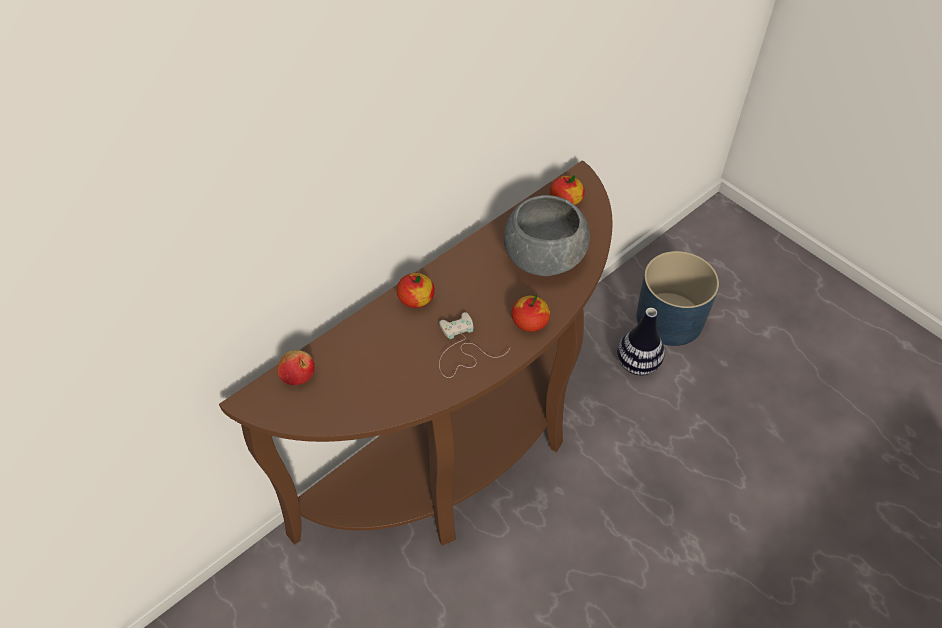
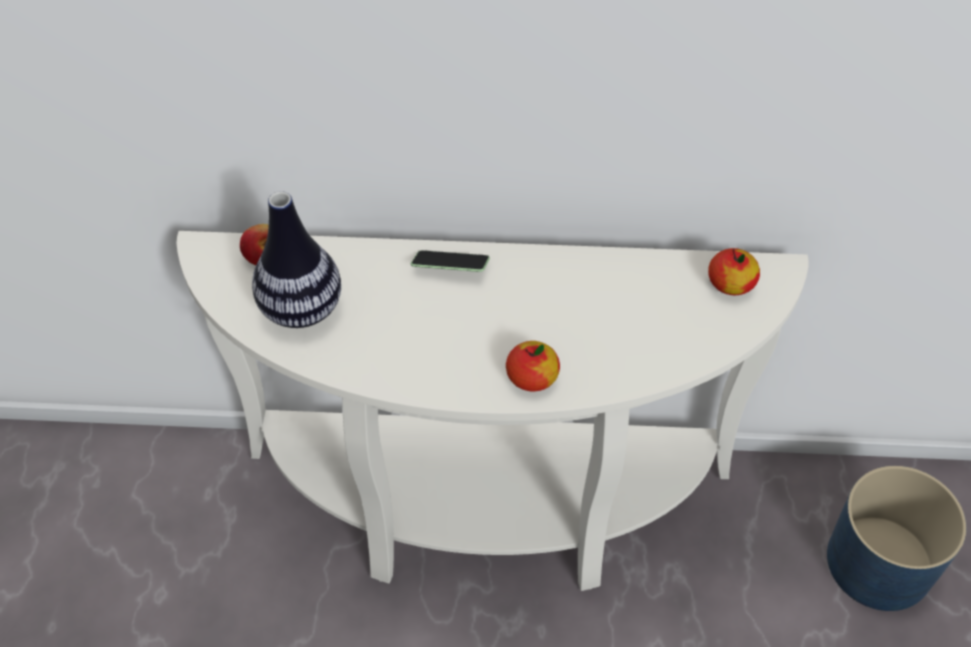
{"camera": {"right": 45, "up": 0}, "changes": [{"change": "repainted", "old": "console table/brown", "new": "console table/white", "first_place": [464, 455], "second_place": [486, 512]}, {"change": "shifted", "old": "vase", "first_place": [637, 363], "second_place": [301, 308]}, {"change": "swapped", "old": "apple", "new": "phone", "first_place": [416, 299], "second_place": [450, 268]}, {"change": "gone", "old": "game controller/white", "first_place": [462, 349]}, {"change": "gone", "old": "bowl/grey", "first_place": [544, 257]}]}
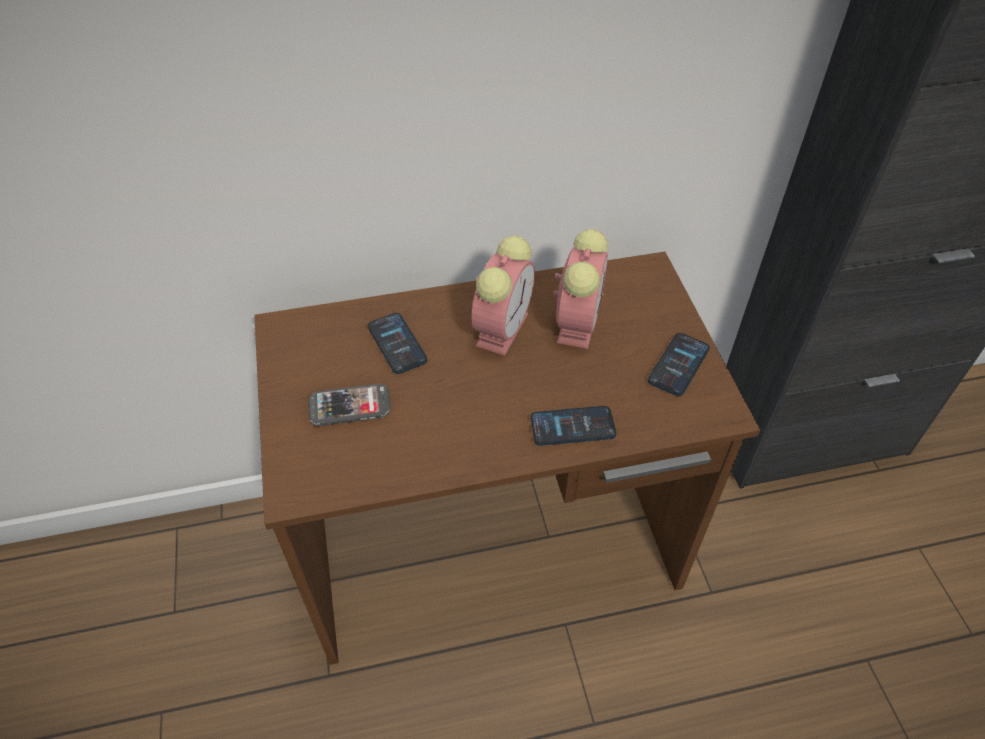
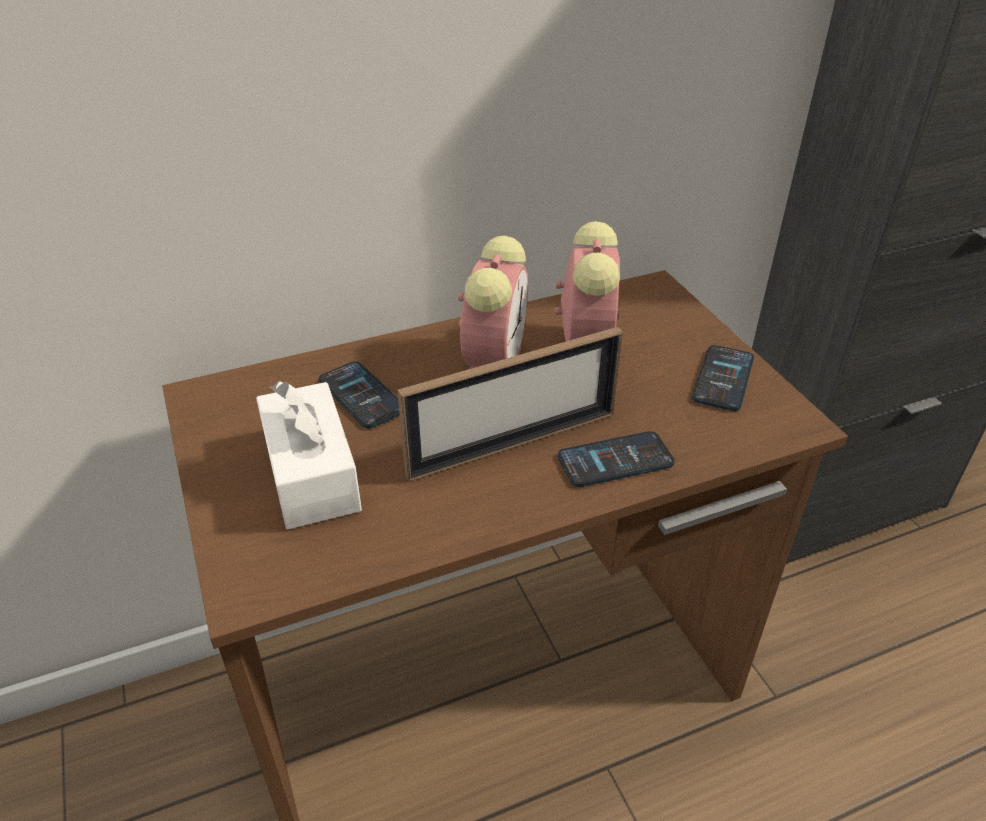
{"camera": {"right": -10, "up": -10}, "changes": [{"change": "swapped", "old": "phone", "new": "tissue box/white", "first_place": [350, 406], "second_place": [311, 474]}, {"change": "new", "new": "picture frame", "second_place": [513, 444]}]}
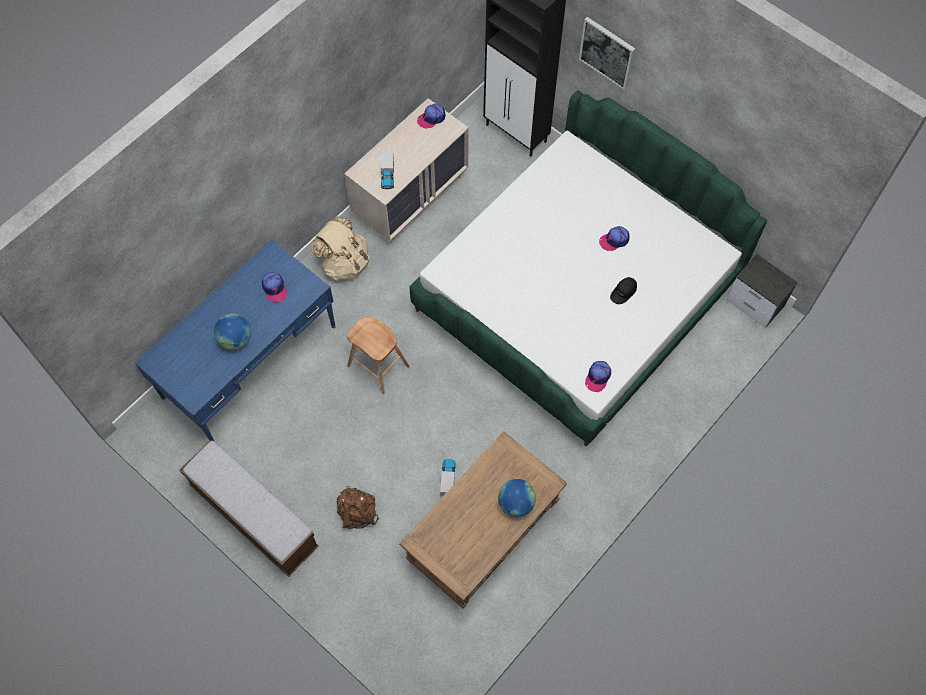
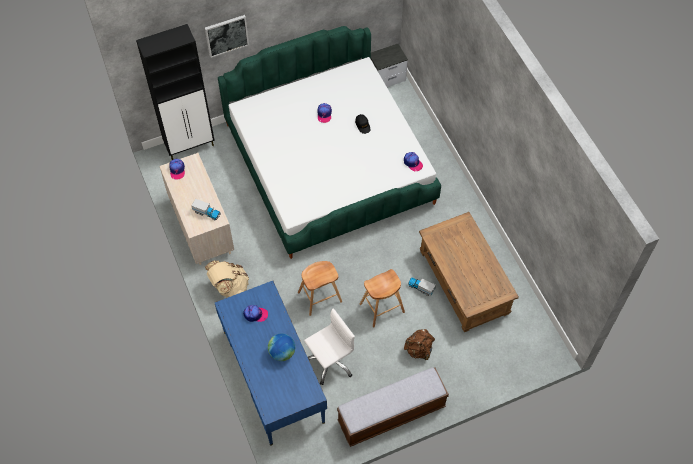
{"camera": {"right": -65, "up": -5}, "changes": [{"change": "new", "new": "office chair/white", "second_place": [330, 361]}, {"change": "new", "new": "stool/brown", "second_place": [382, 308]}, {"change": "gone", "old": "globe", "first_place": [515, 503]}]}
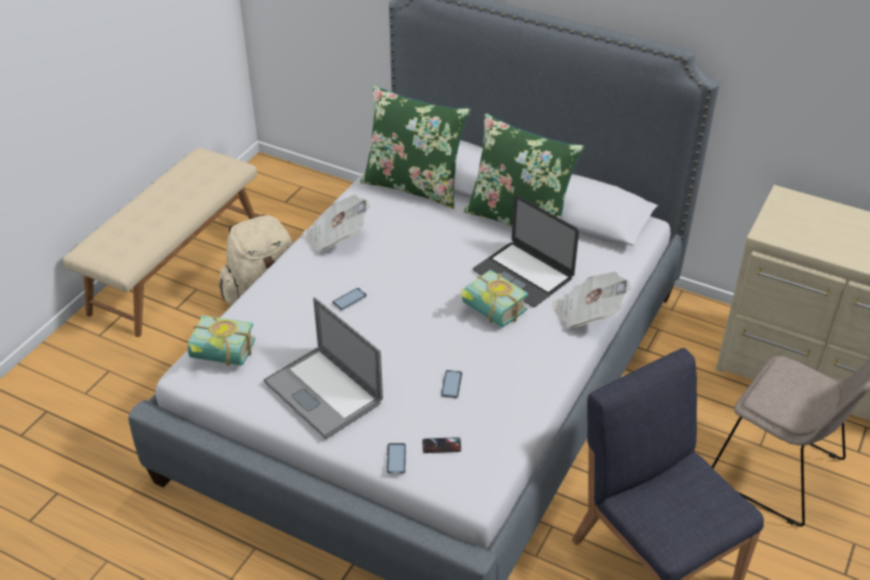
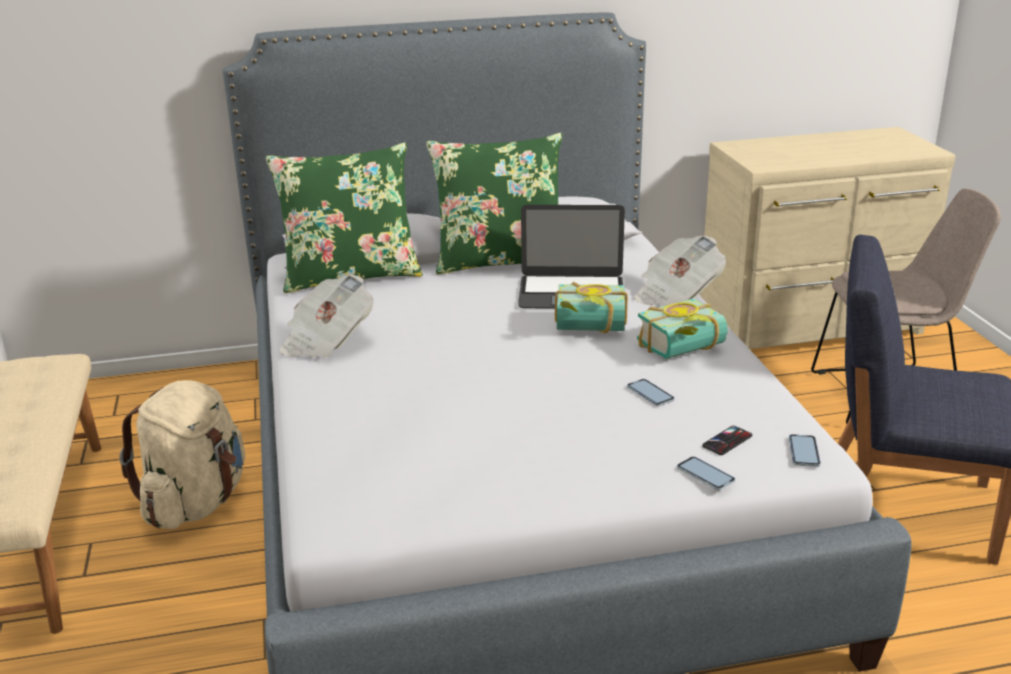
{"camera": {"right": -40, "up": -15}, "changes": [{"change": "shifted", "old": "book", "first_place": [220, 357], "second_place": [685, 350]}, {"change": "shifted", "old": "phone", "first_place": [349, 300], "second_place": [804, 452]}, {"change": "gone", "old": "laptop", "first_place": [323, 392]}]}
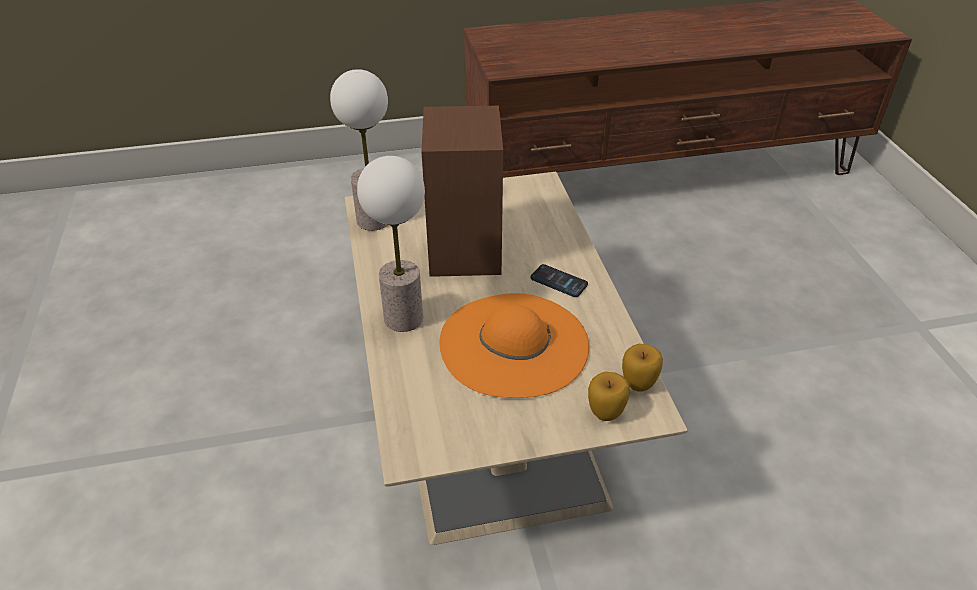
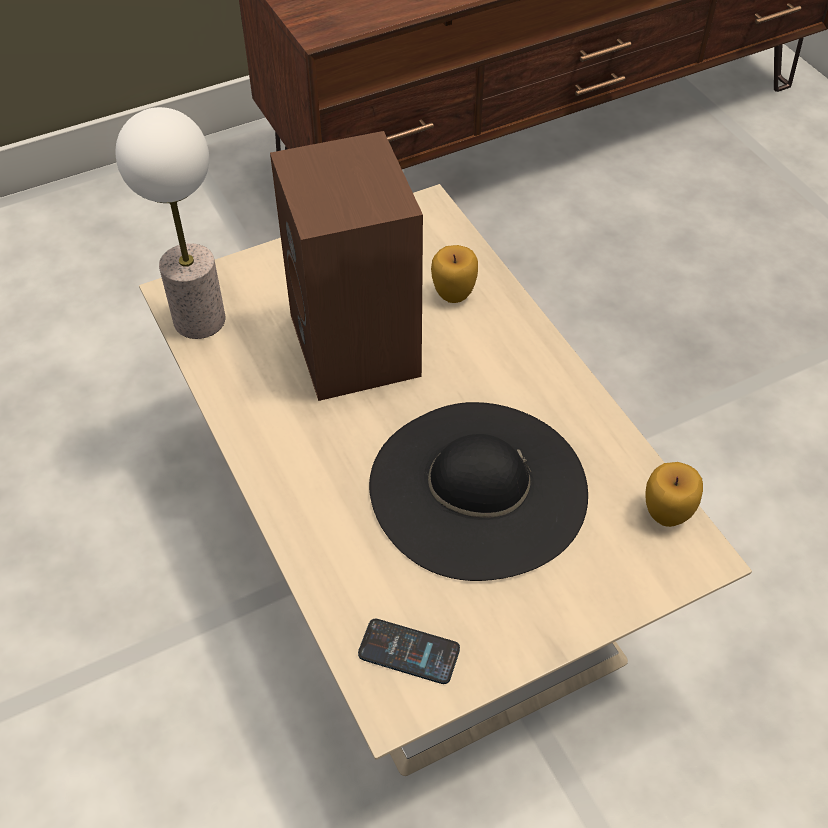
{"camera": {"right": -15, "up": 10}, "changes": [{"change": "shifted", "old": "phone", "first_place": [559, 281], "second_place": [409, 652]}, {"change": "repainted", "old": "hat/orange", "new": "hat/black", "first_place": [513, 344], "second_place": [478, 488]}, {"change": "shifted", "old": "apple", "first_place": [605, 412], "second_place": [453, 293]}, {"change": "gone", "old": "table lamp", "first_place": [403, 318]}]}
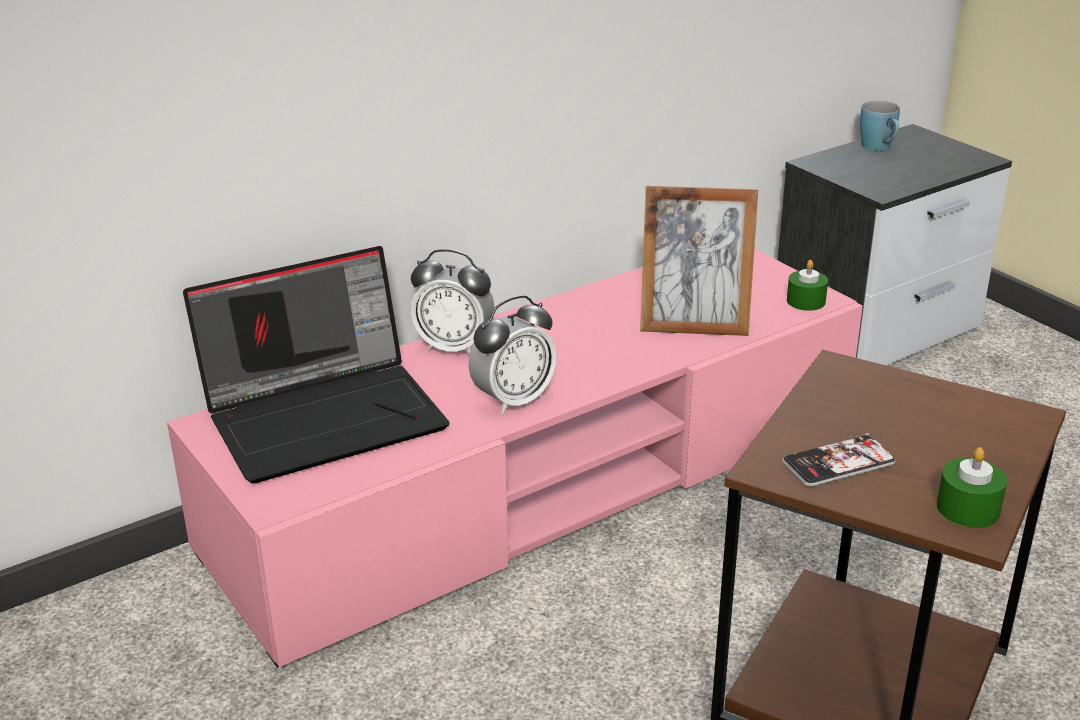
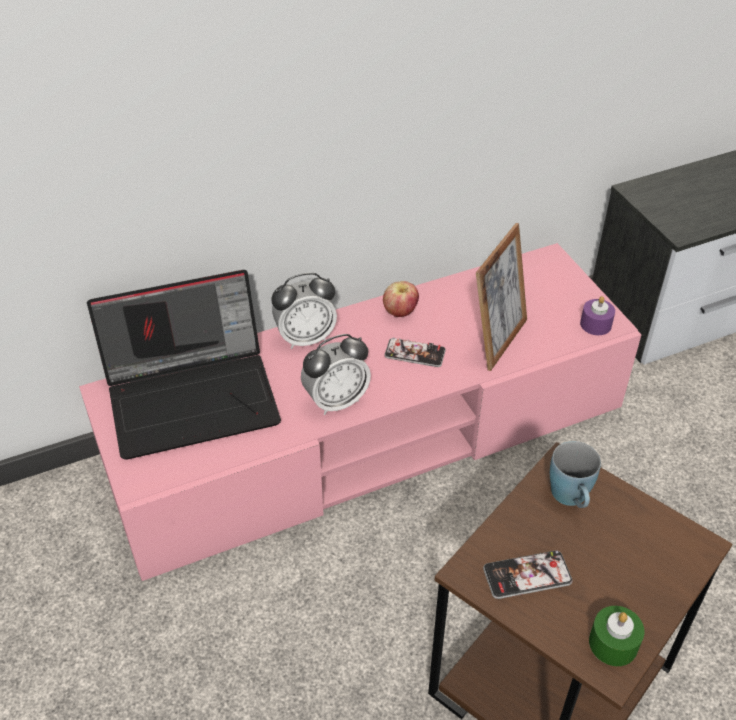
{"camera": {"right": 10, "up": 15}, "changes": [{"change": "rotated", "old": "alarm clock", "first_place": [454, 347], "second_place": [305, 338], "degrees": -45}, {"change": "new", "new": "apple", "second_place": [400, 312]}, {"change": "new", "new": "phone", "second_place": [415, 353]}, {"change": "rotated", "old": "picture frame", "first_place": [694, 326], "second_place": [497, 340], "degrees": -75}, {"change": "shifted", "old": "mug/blue", "first_place": [879, 148], "second_place": [571, 499]}, {"change": "repainted", "old": "candle/green", "new": "candle/purple", "first_place": [806, 301], "second_place": [595, 324]}]}
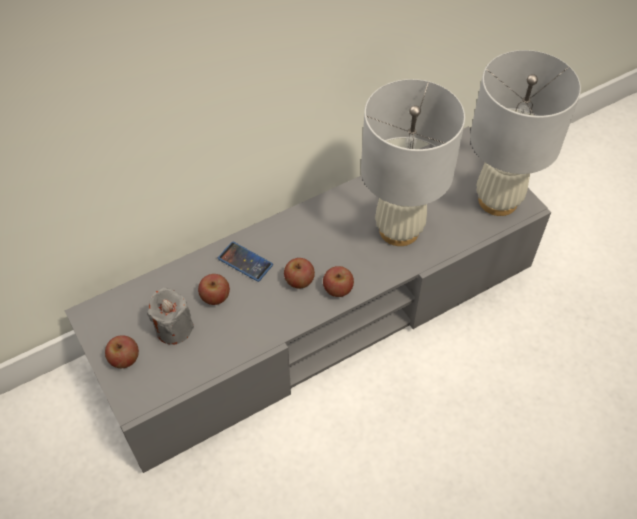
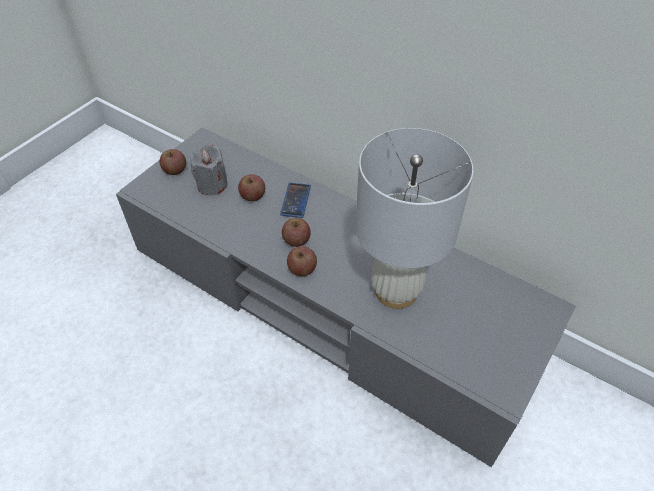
{"camera": {"right": 65, "up": -5}, "changes": [{"change": "gone", "old": "table lamp/white", "first_place": [497, 201]}]}
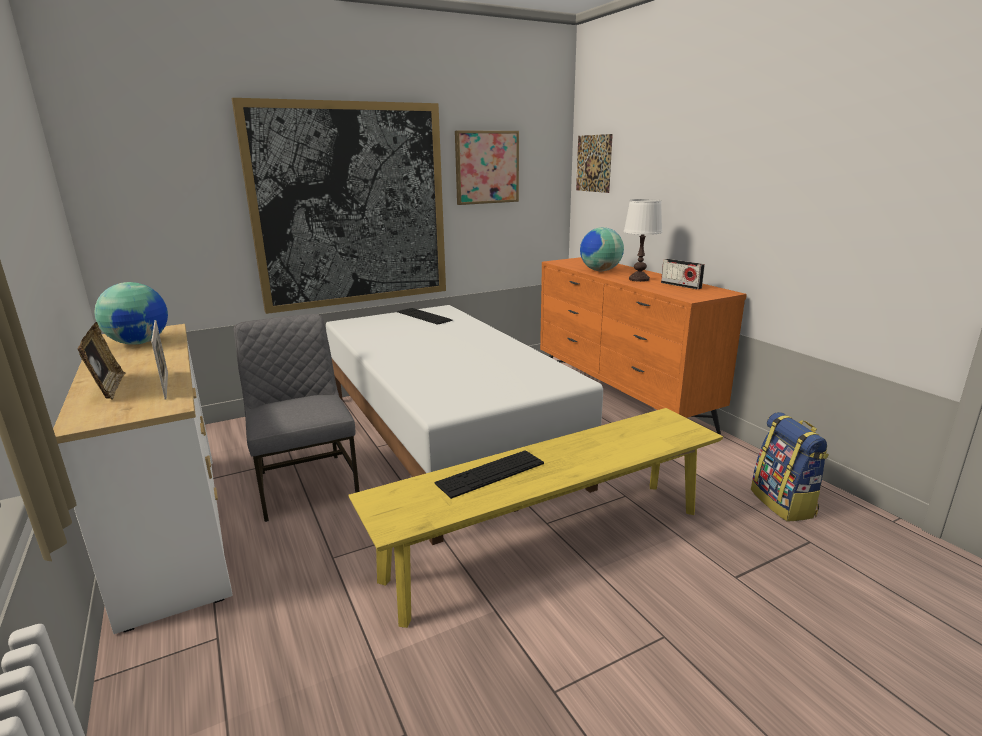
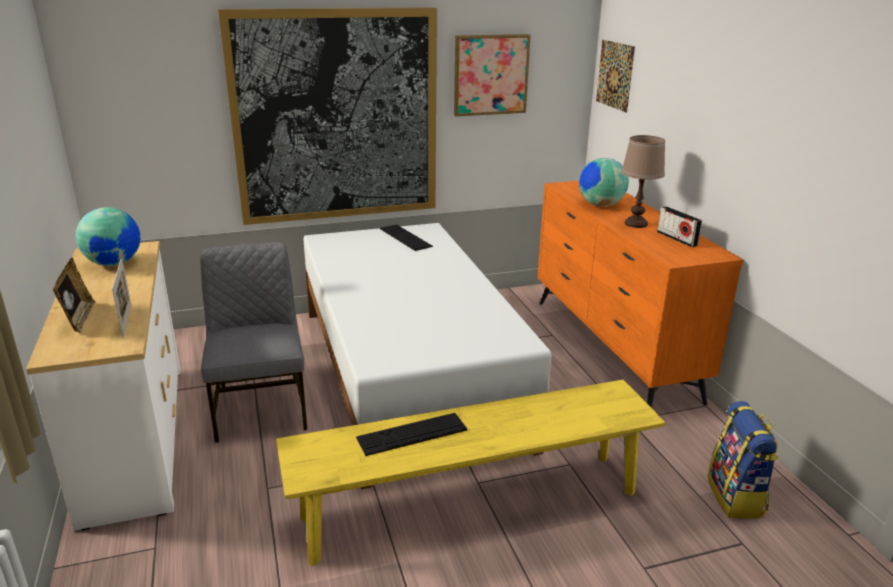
{"camera": {"right": 10, "up": 5}, "changes": [{"change": "repainted", "old": "table lamp/white", "new": "table lamp/brown", "first_place": [639, 279], "second_place": [636, 224]}]}
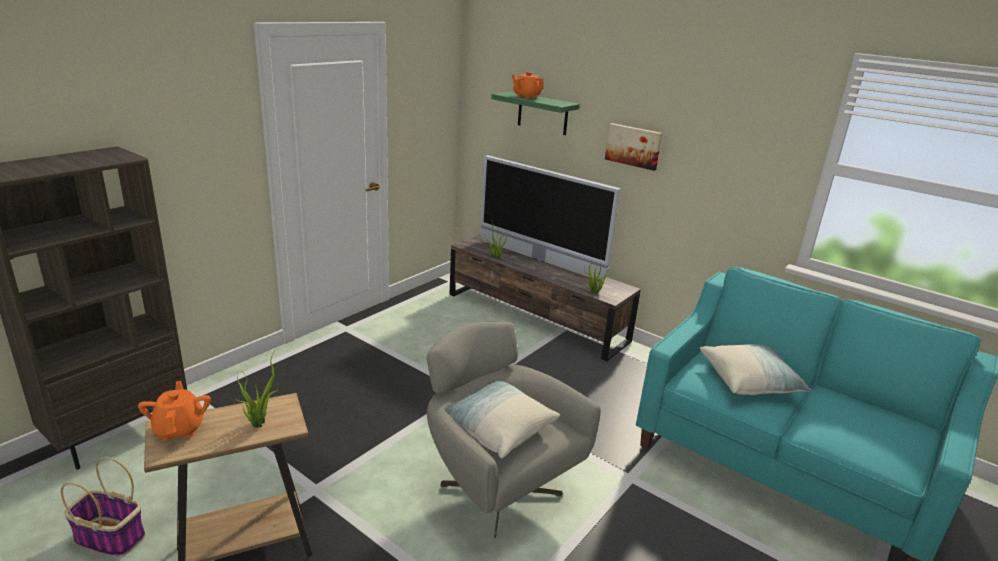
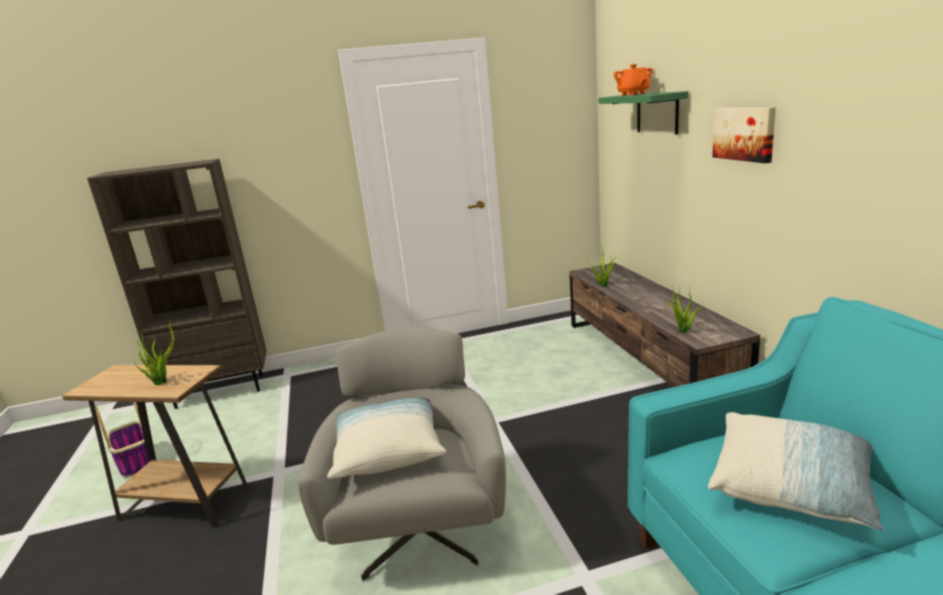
{"camera": {"right": 40, "up": -5}, "changes": [{"change": "gone", "old": "teapot/orange", "first_place": [180, 429]}, {"change": "gone", "old": "television", "first_place": [539, 259]}]}
